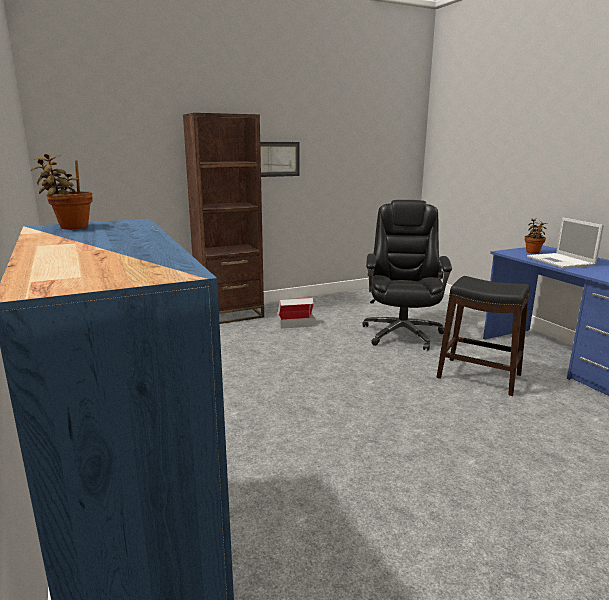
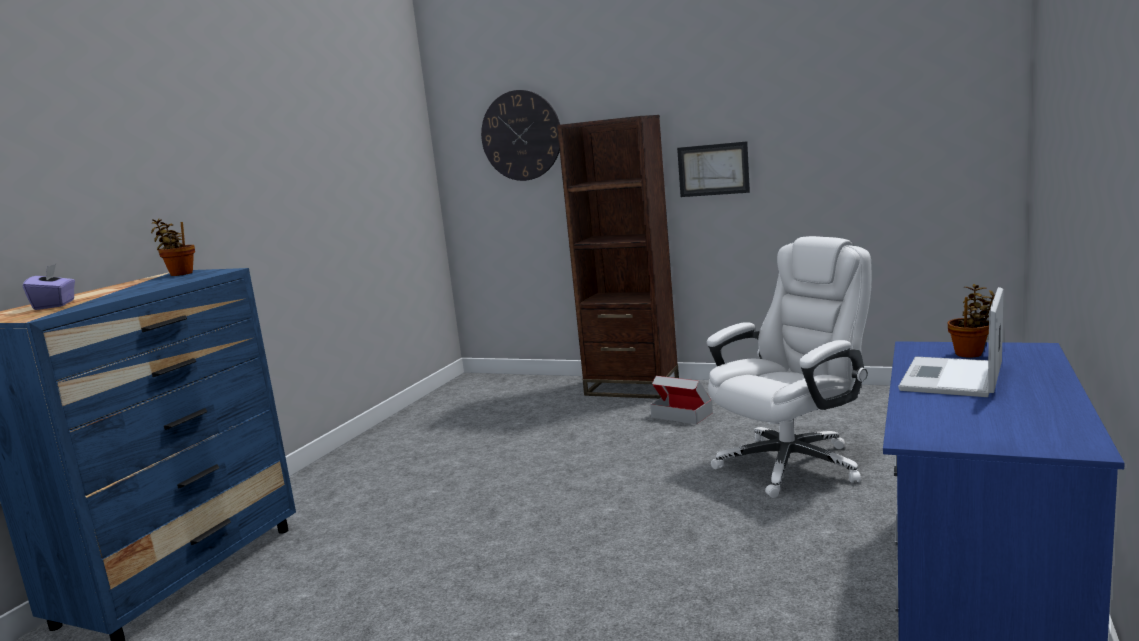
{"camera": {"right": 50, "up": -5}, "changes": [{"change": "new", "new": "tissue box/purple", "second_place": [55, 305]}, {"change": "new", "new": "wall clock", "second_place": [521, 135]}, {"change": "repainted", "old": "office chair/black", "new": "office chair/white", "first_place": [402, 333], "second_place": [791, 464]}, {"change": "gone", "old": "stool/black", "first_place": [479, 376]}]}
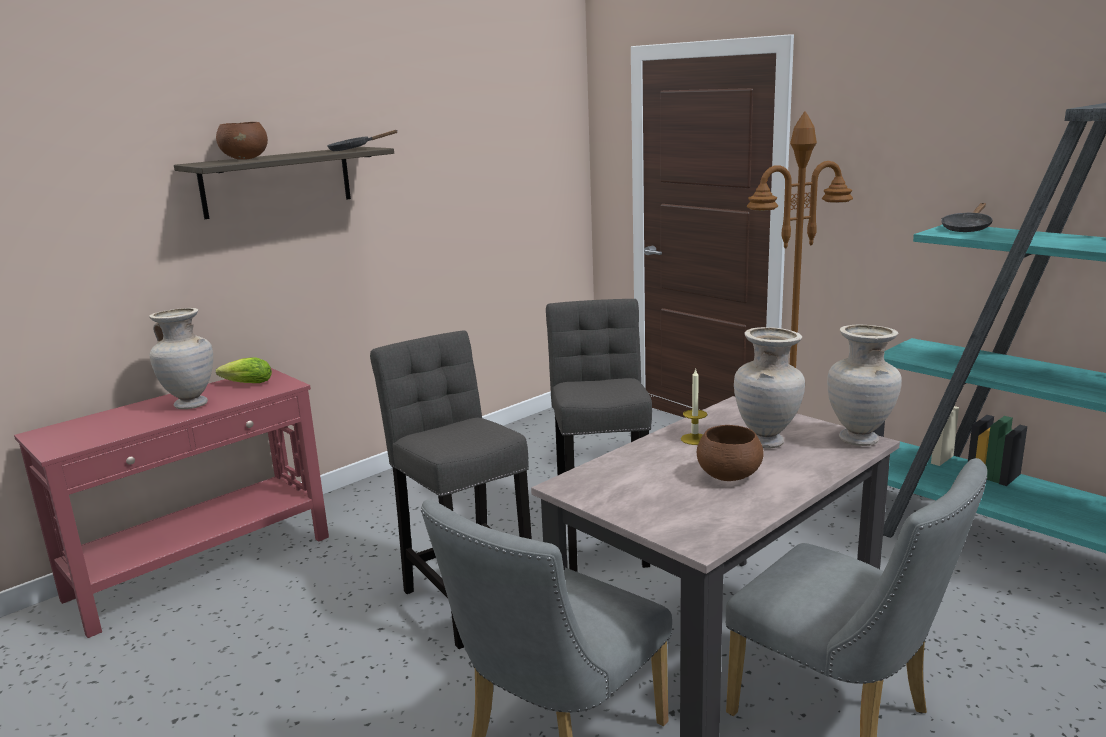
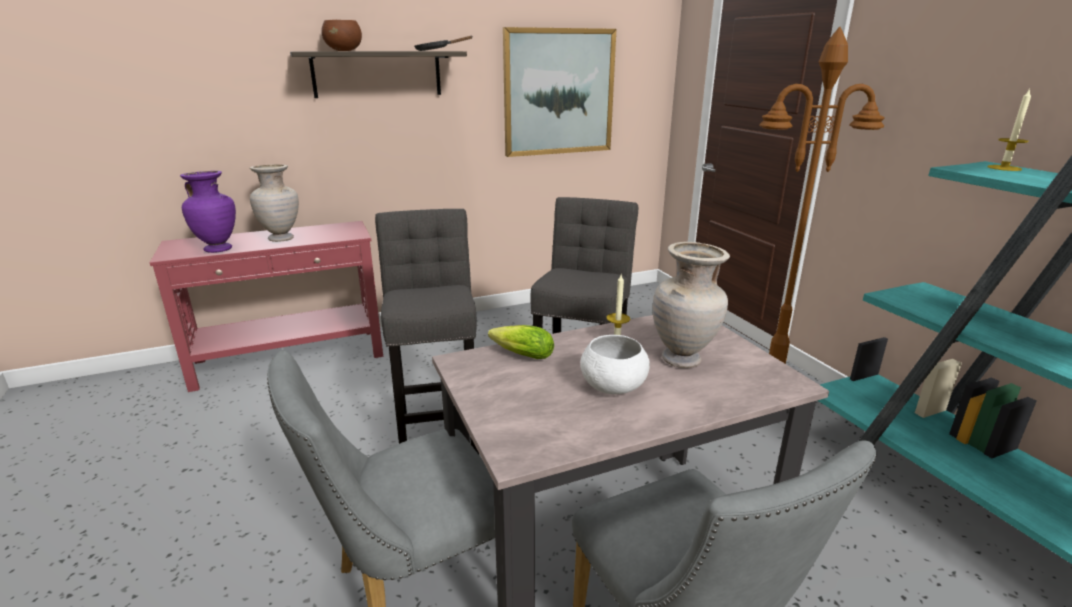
{"camera": {"right": 20, "up": 5}, "changes": [{"change": "new", "new": "vase/purple", "second_place": [218, 249]}, {"change": "shifted", "old": "lettuce", "first_place": [245, 384], "second_place": [519, 355]}, {"change": "new", "new": "picture", "second_place": [559, 92]}, {"change": "repainted", "old": "bowl/brown", "new": "bowl/white", "first_place": [728, 476], "second_place": [612, 387]}, {"change": "swapped", "old": "frying pan/black", "new": "candle", "first_place": [967, 228], "second_place": [1004, 168]}, {"change": "gone", "old": "vase/beige", "first_place": [860, 439]}]}
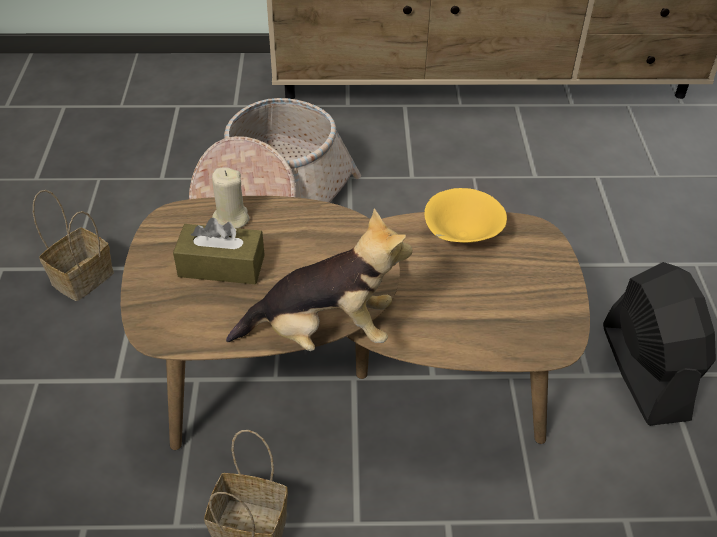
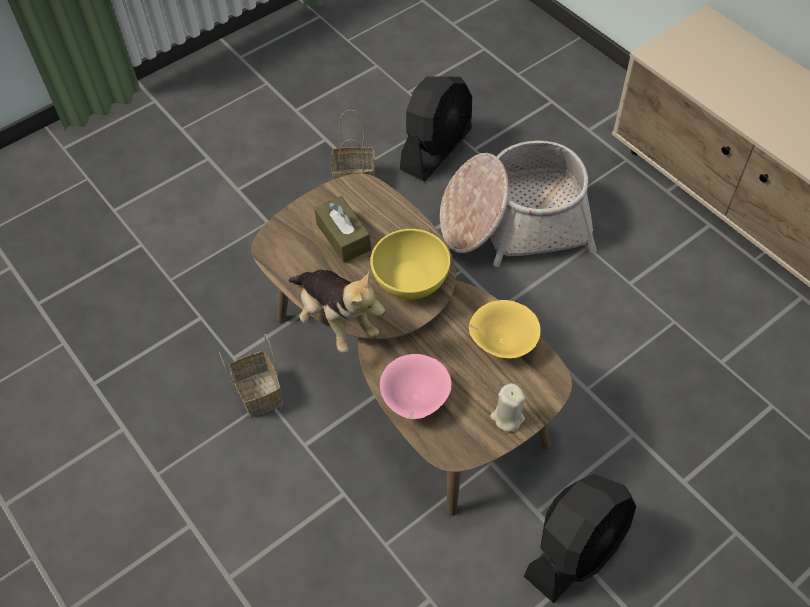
{"camera": {"right": 55, "up": 10}, "changes": [{"change": "new", "new": "bowl/yellow", "second_place": [411, 279]}, {"change": "new", "new": "bowl/pink", "second_place": [415, 399]}, {"change": "new", "new": "fan/black", "second_place": [436, 149]}, {"change": "shifted", "old": "candle/beige", "first_place": [231, 219], "second_place": [507, 417]}]}
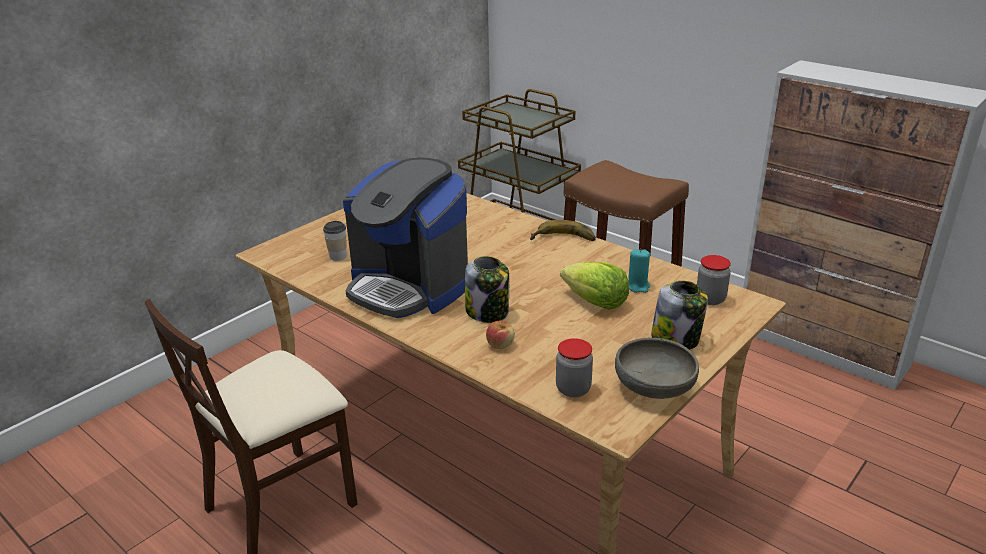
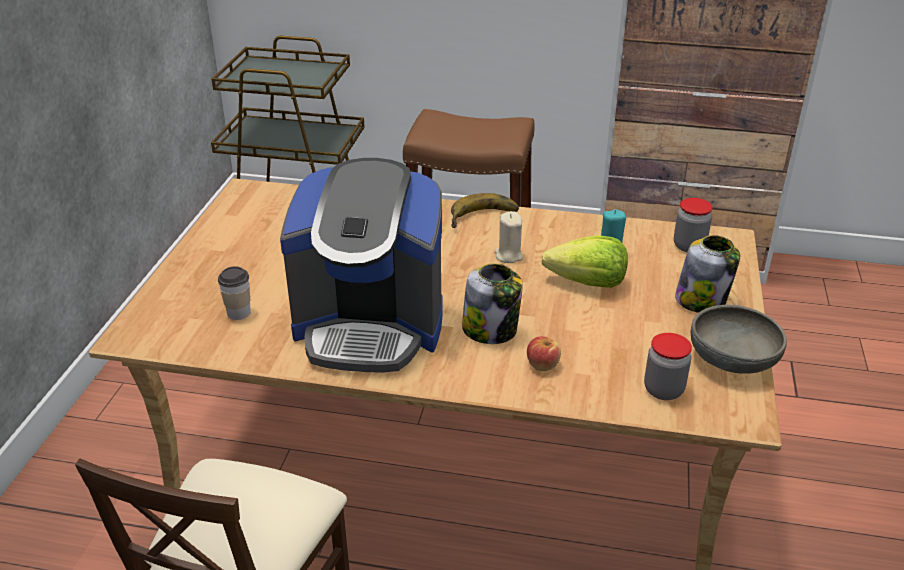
{"camera": {"right": -30, "up": 5}, "changes": [{"change": "new", "new": "candle/beige", "second_place": [508, 256]}]}
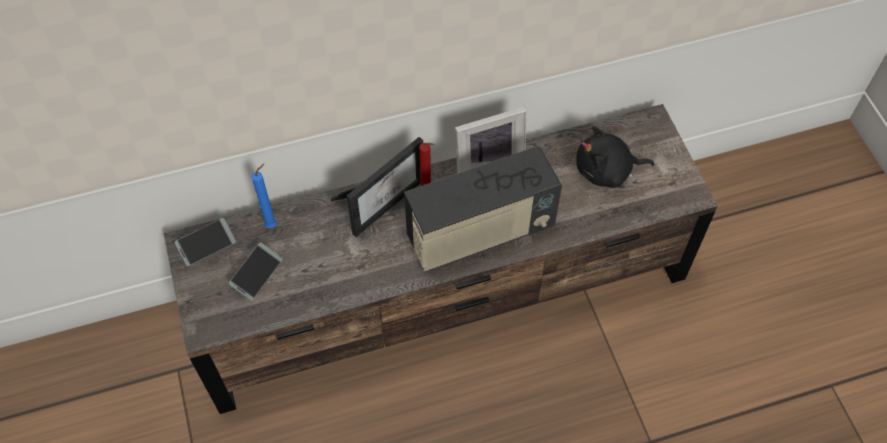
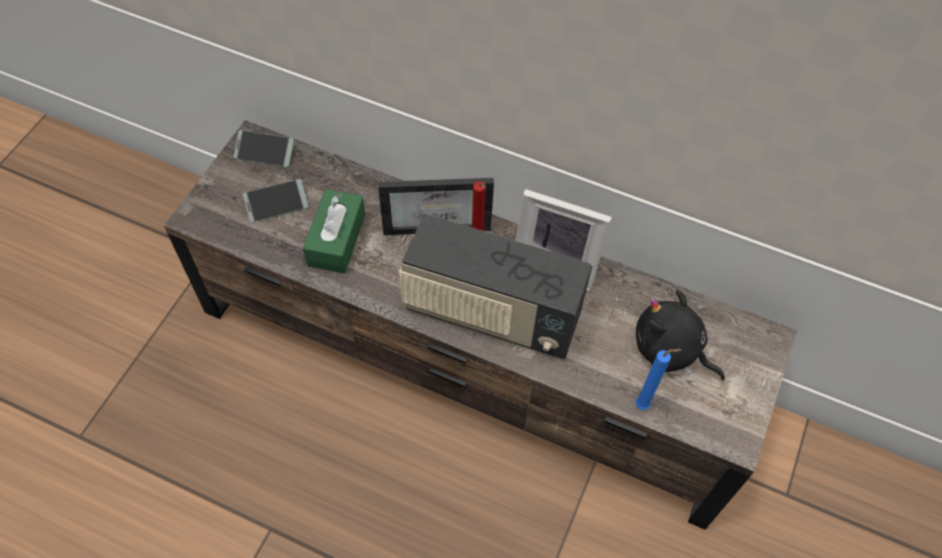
{"camera": {"right": 40, "up": 0}, "changes": [{"change": "new", "new": "tissue box/green", "second_place": [336, 240]}, {"change": "shifted", "old": "candle/blue", "first_place": [272, 224], "second_place": [644, 405]}]}
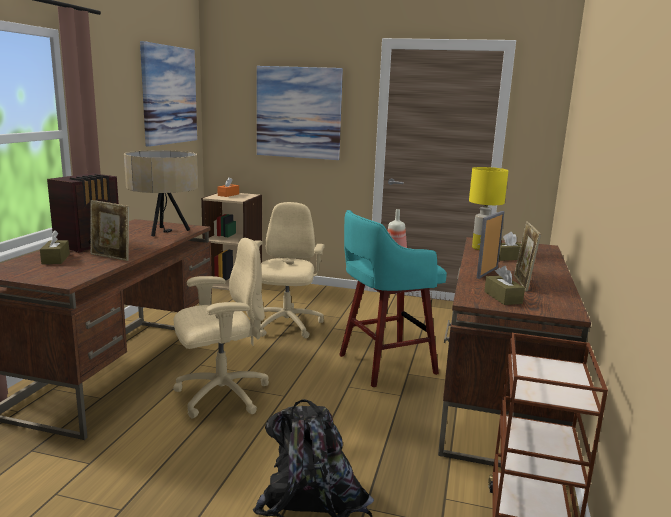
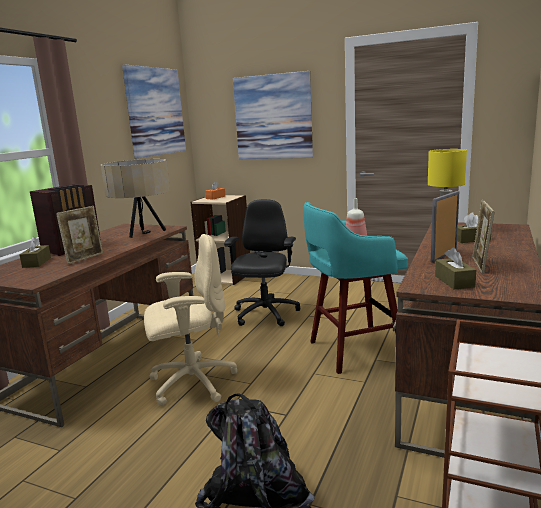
{"camera": {"right": 10, "up": 0}, "changes": [{"change": "rotated", "old": "picture frame", "first_place": [111, 257], "second_place": [85, 258], "degrees": -90}, {"change": "repainted", "old": "office chair/beige", "new": "office chair/black", "first_place": [286, 325], "second_place": [265, 314]}]}
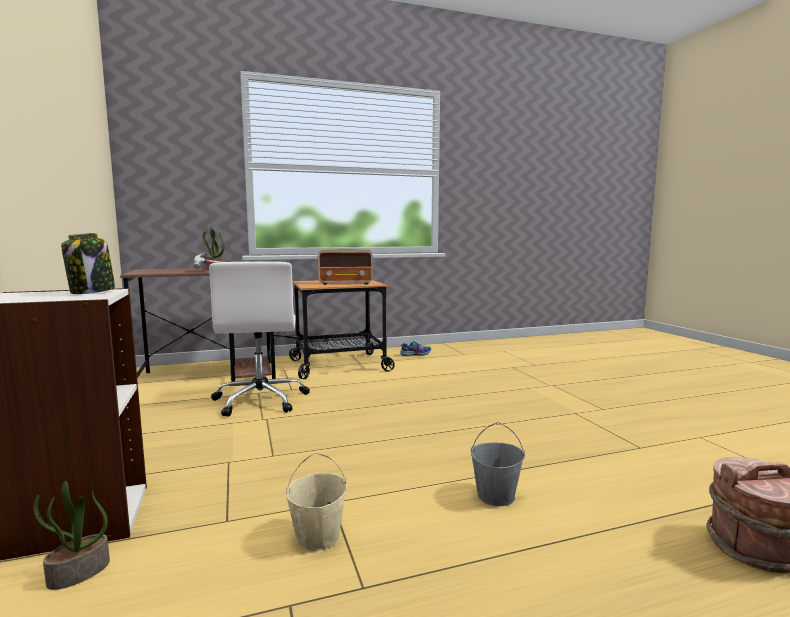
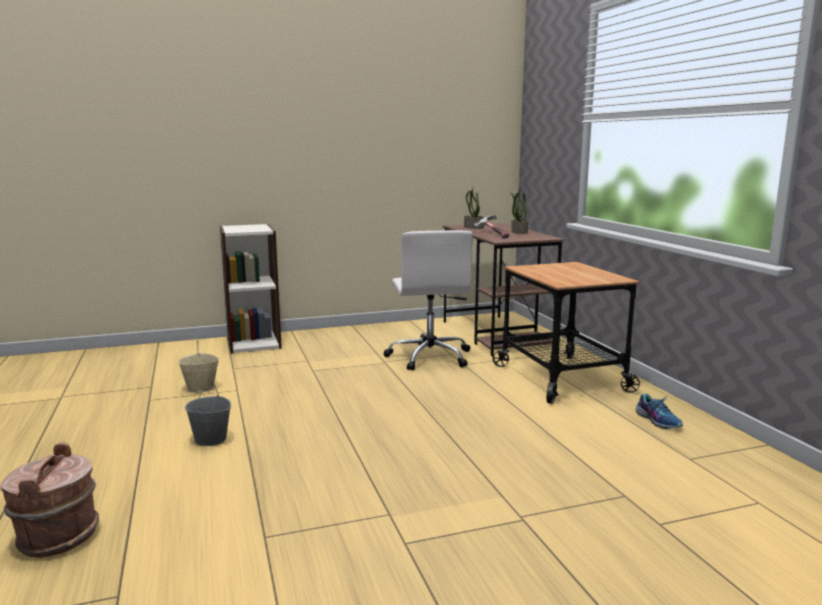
{"camera": {"right": 90, "up": 5}, "changes": [{"change": "rotated", "old": "office chair/white", "first_place": [261, 400], "second_place": [429, 357], "degrees": -90}, {"change": "shifted", "old": "potted plant", "first_place": [78, 573], "second_place": [473, 227]}, {"change": "gone", "old": "jar", "first_place": [92, 292]}, {"change": "gone", "old": "radio", "first_place": [346, 283]}]}
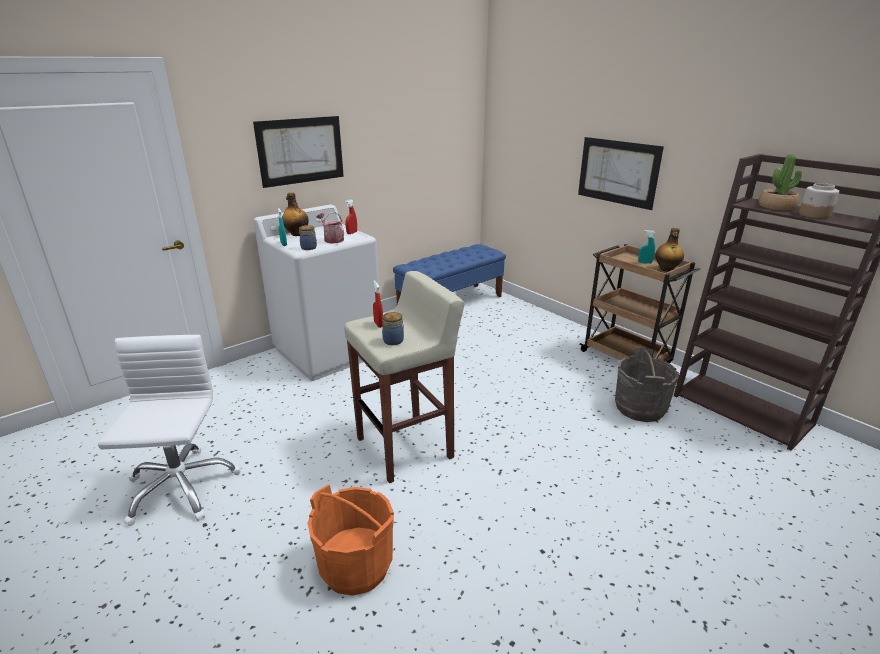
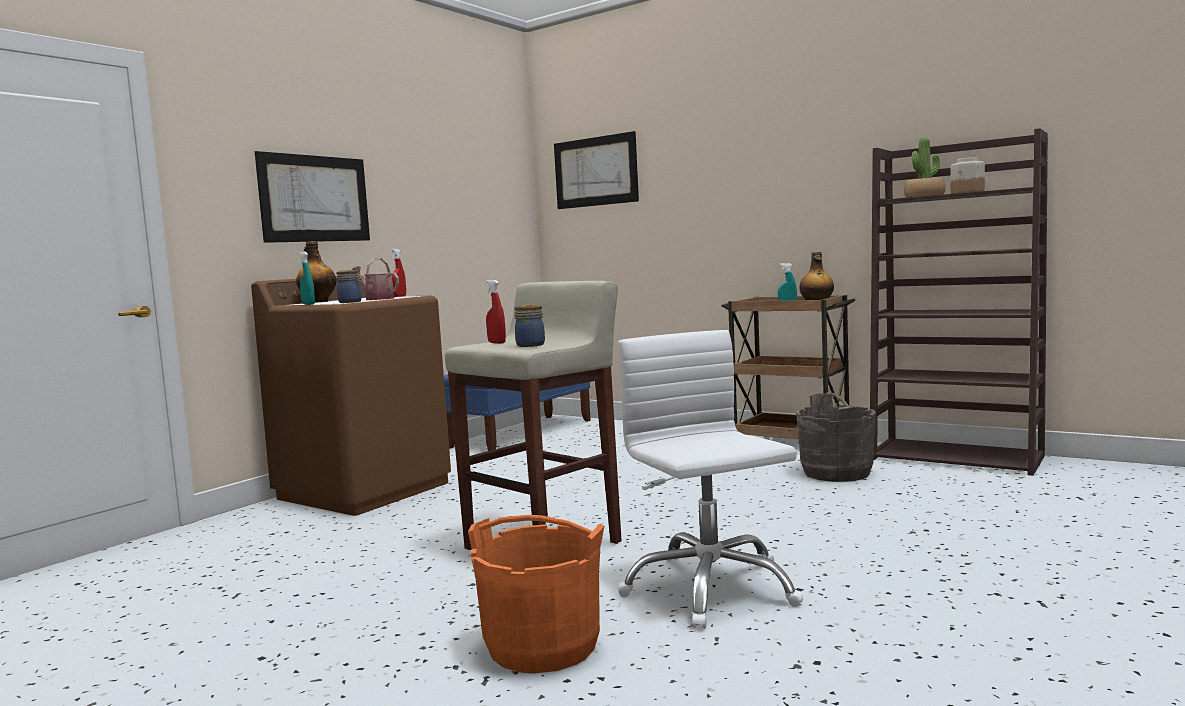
{"camera": {"right": -15, "up": -20}, "changes": [{"change": "repainted", "old": "washing machine/white", "new": "washing machine/brown", "first_place": [328, 352], "second_place": [365, 490]}, {"change": "shifted", "old": "picture", "first_place": [617, 172], "second_place": [595, 171]}, {"change": "shifted", "old": "office chair/white", "first_place": [180, 487], "second_place": [709, 588]}]}
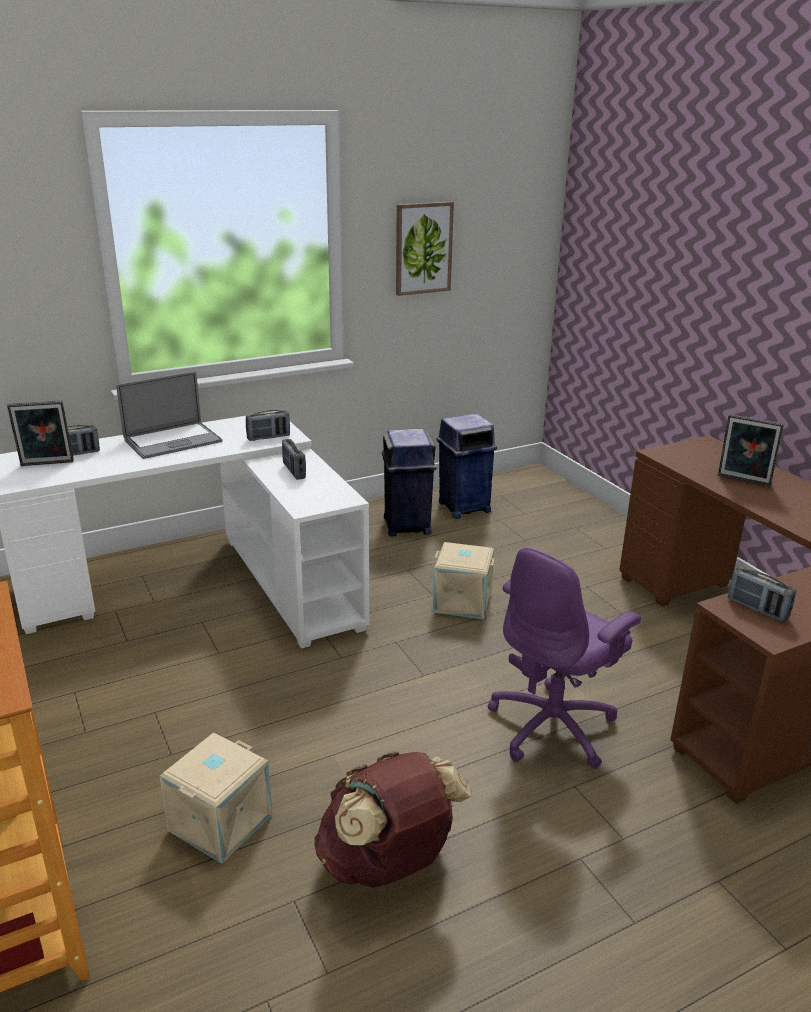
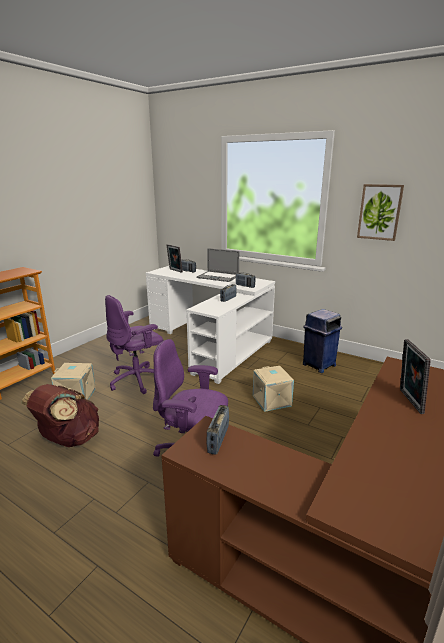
{"camera": {"right": 60, "up": -5}, "changes": [{"change": "new", "new": "office chair/purple", "second_place": [138, 380]}, {"change": "gone", "old": "trash can/blue", "first_place": [463, 507]}]}
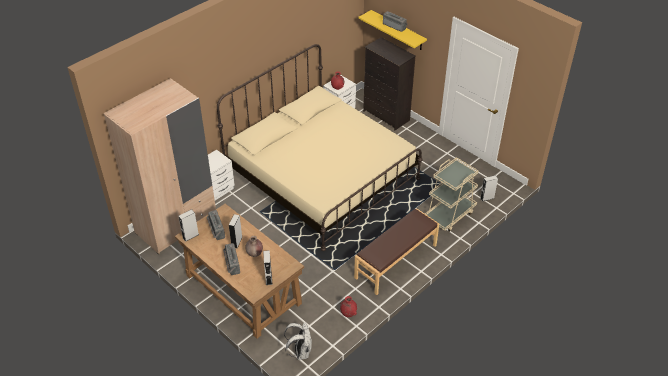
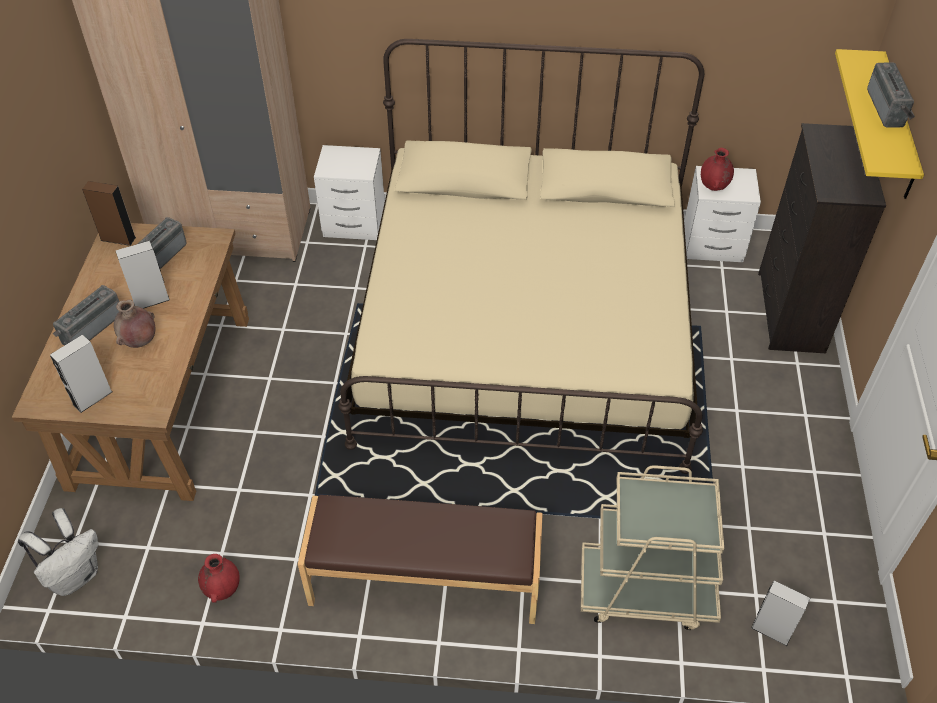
{"camera": {"right": 50, "up": 5}, "changes": [{"change": "repainted", "old": "speaker/grey", "new": "speaker/brown", "first_place": [190, 236], "second_place": [118, 238]}]}
